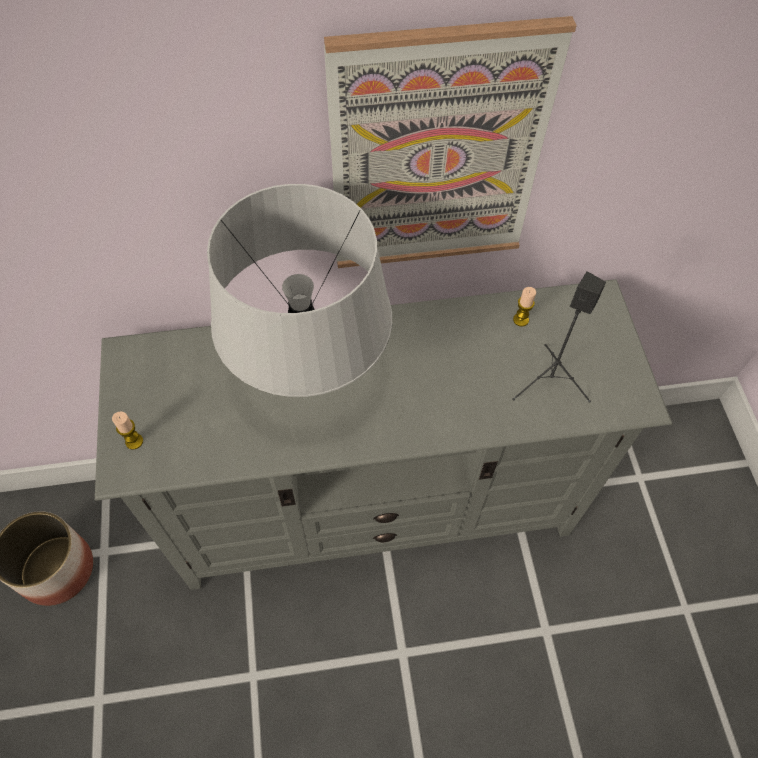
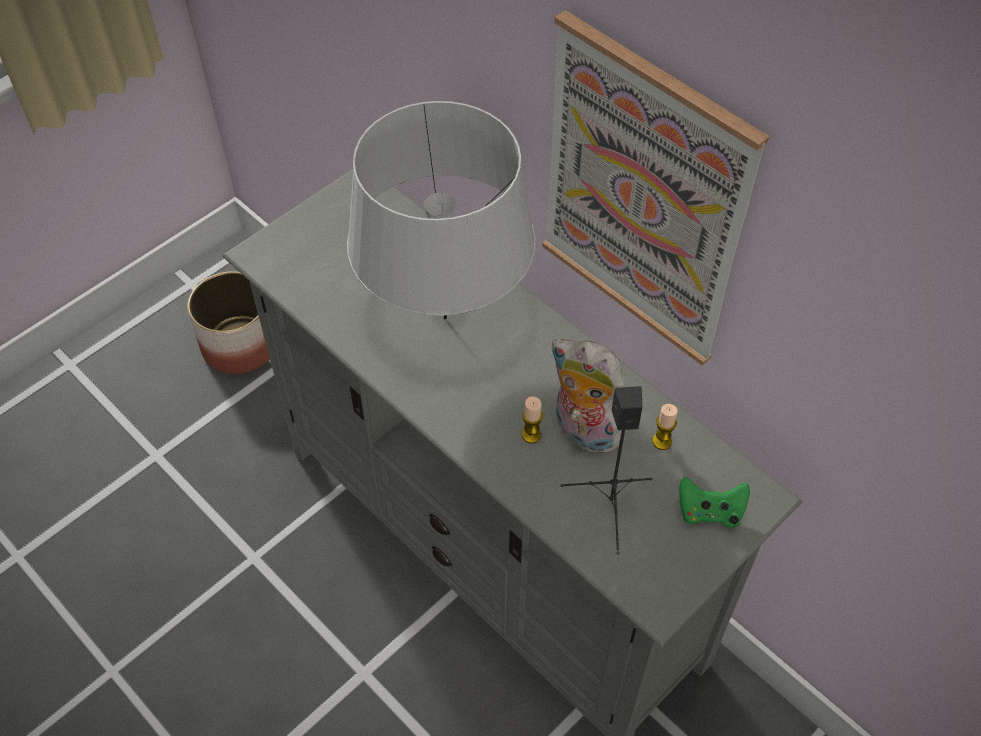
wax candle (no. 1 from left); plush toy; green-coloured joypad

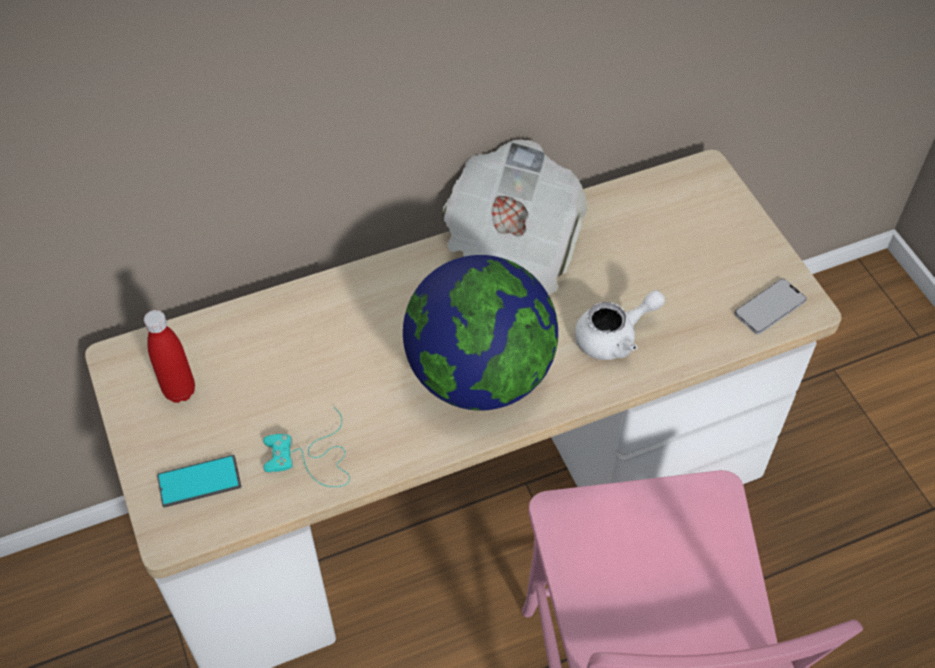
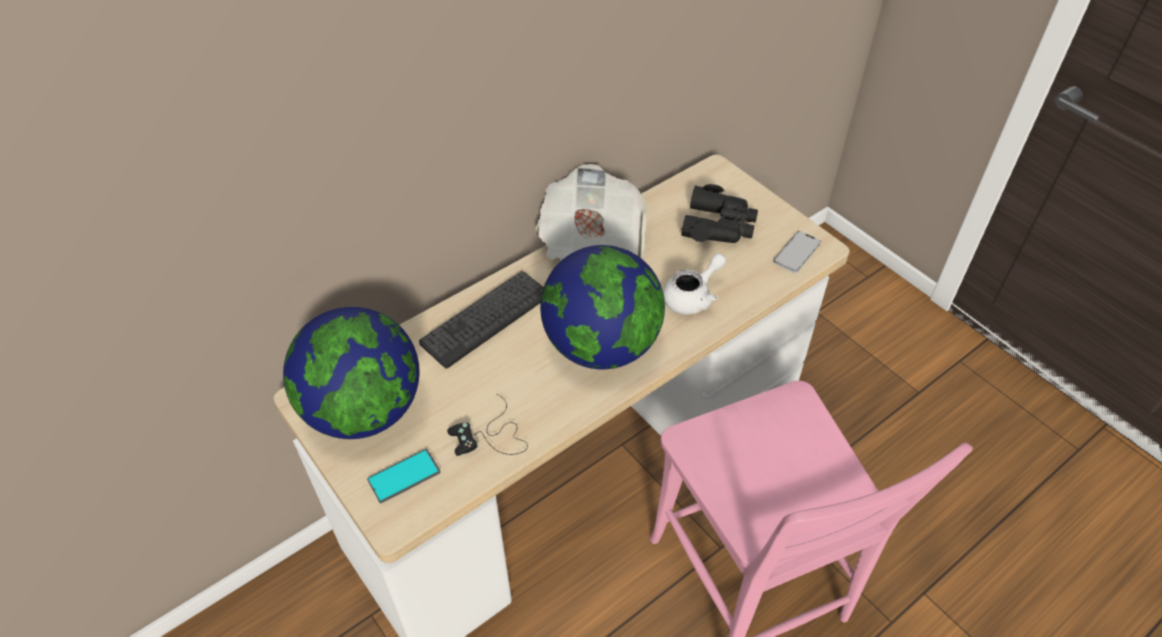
world globe (no. 1 from left); PC keyboard; blackish joypad; blackish pair of binoculars

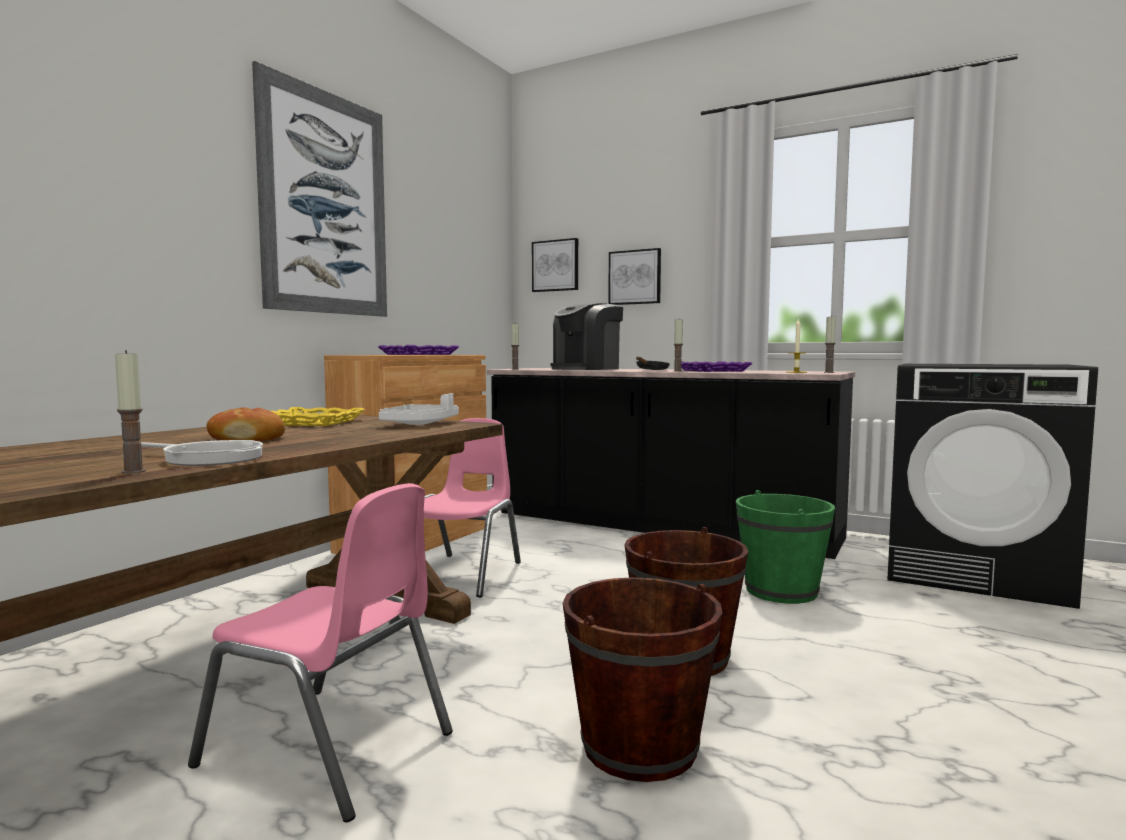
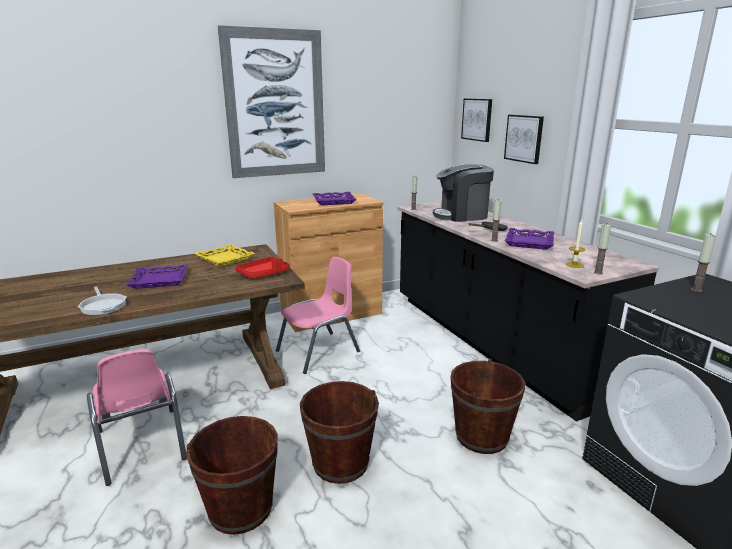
purple carrying tray (no. 1 from left); red carrying tray; brown-coloured pail (no. 3 from left); wax candle (no. 5 from left)

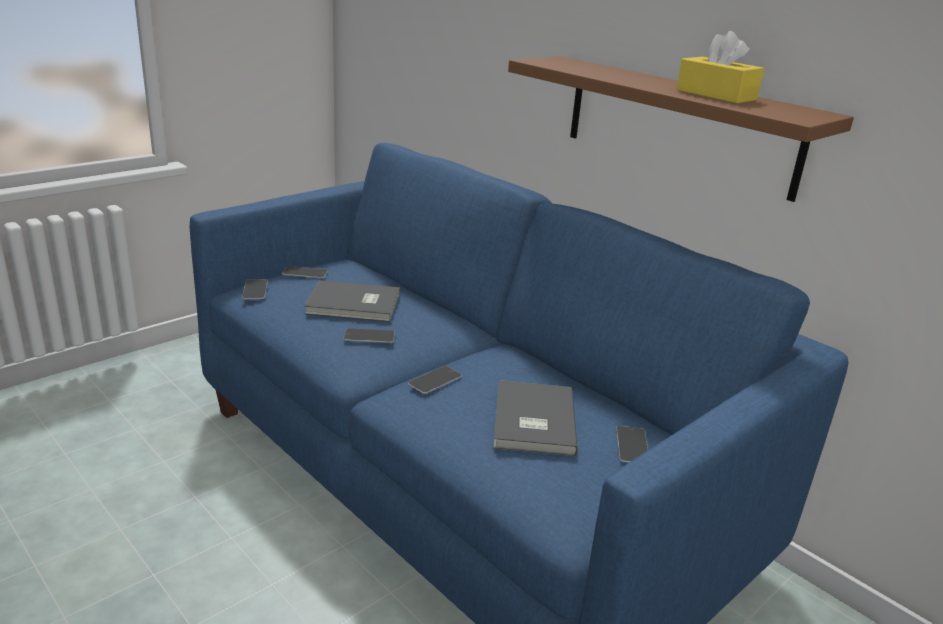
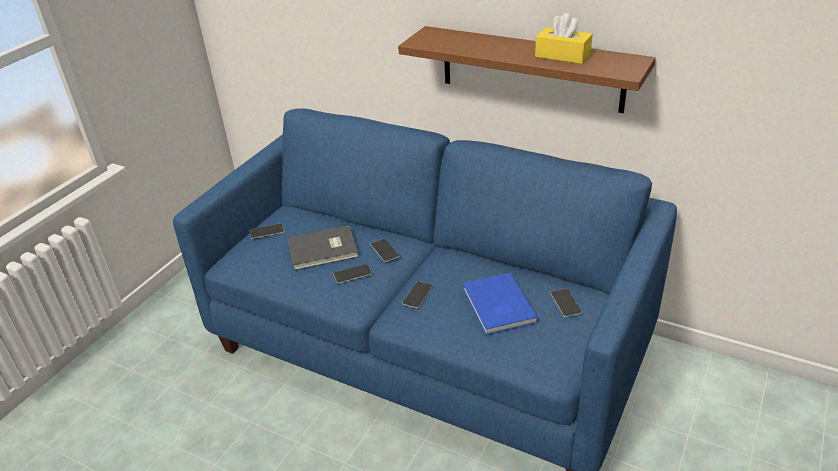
handset (no. 3 from left); blue-coloured bound book

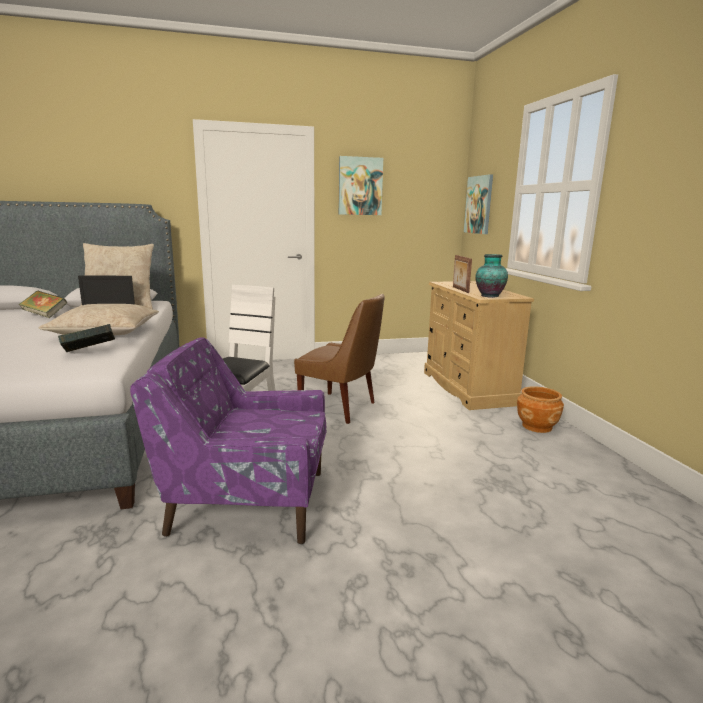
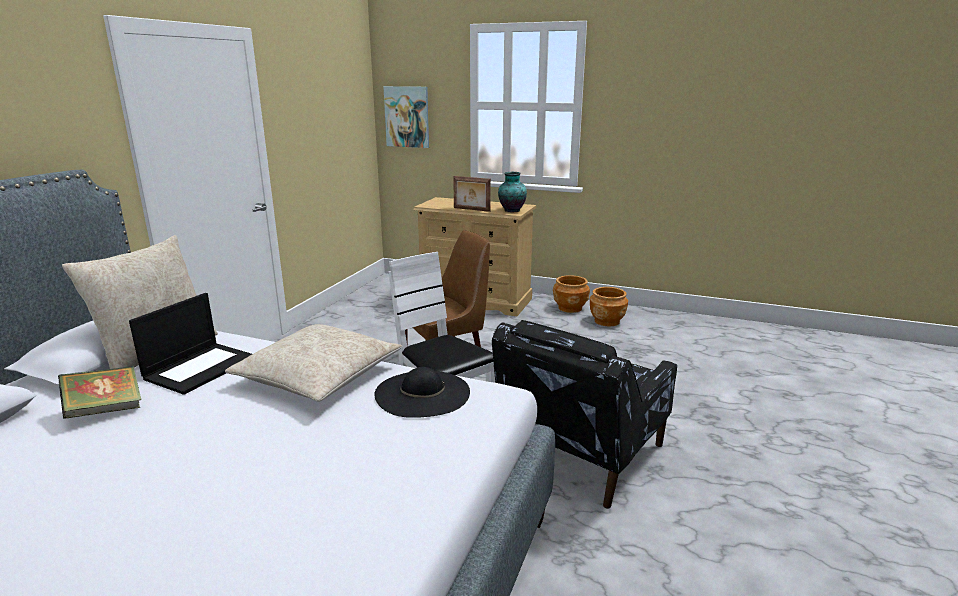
blackish clothing hat; blackish easy chair; brown-coloured planter (no. 2 from left); picture (no. 1 from left in the first image)

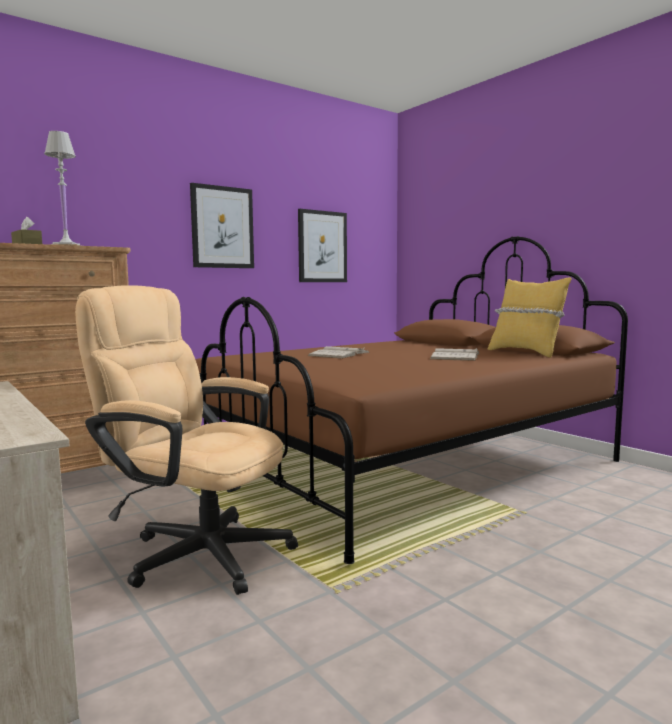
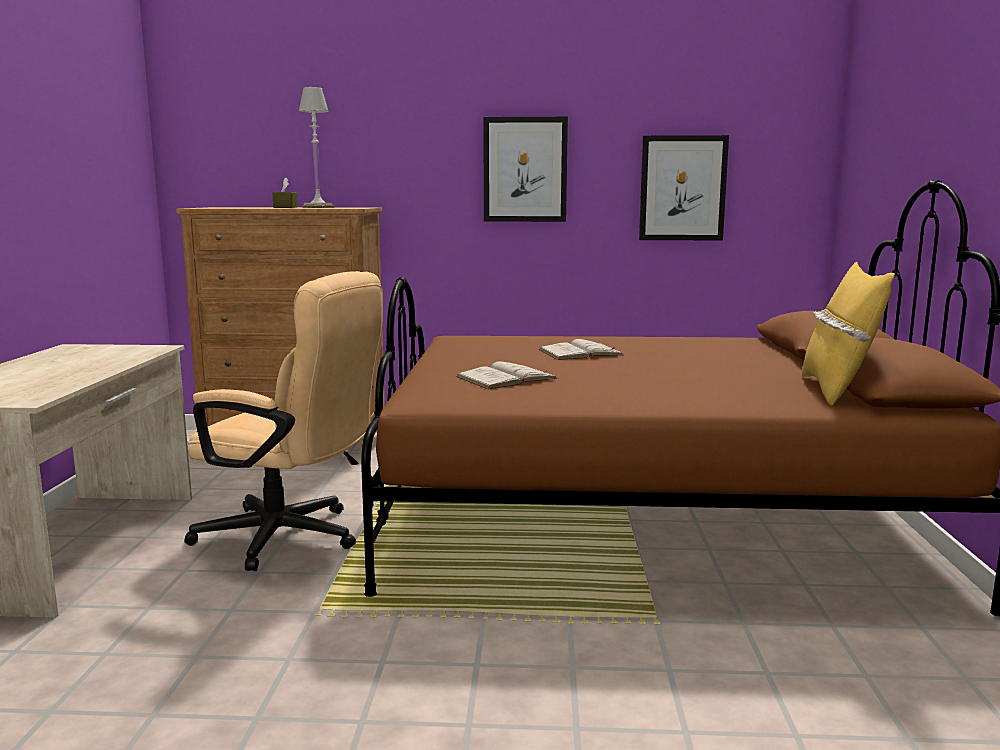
sand-coloured desk chair; white bound book (no. 1 from left)

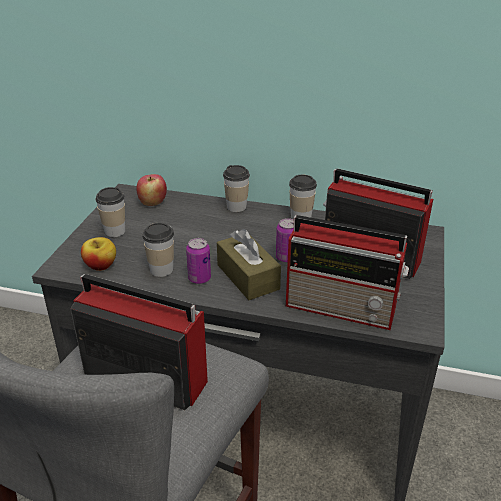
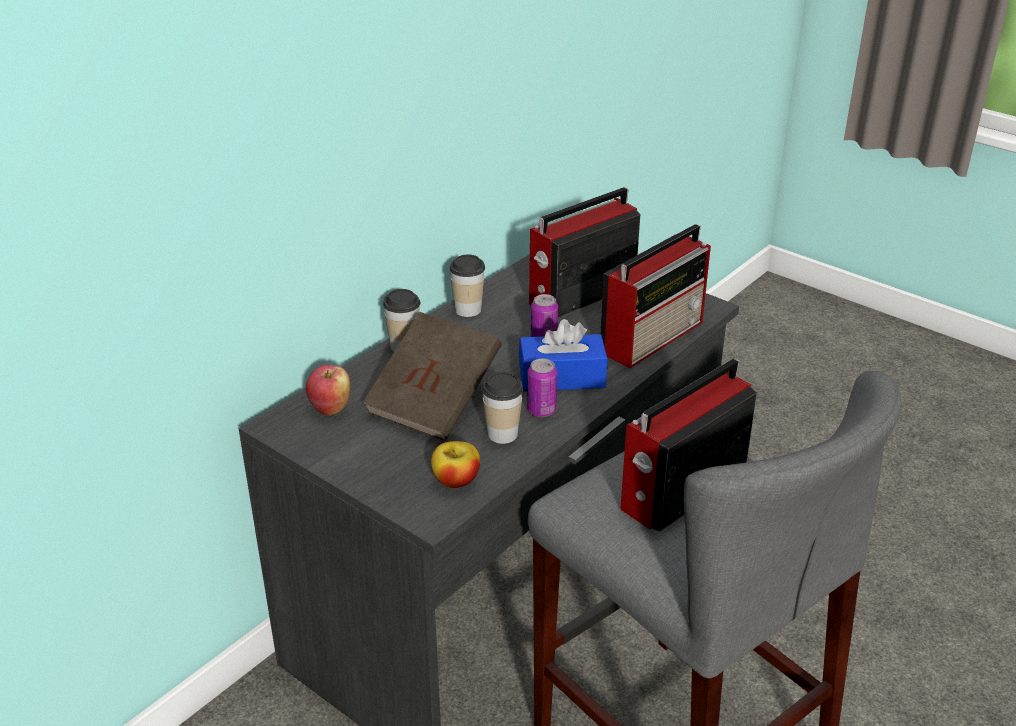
brown-coloured bound book; blue-coloured tissue box; drinking cup (no. 1 from left in the first image)

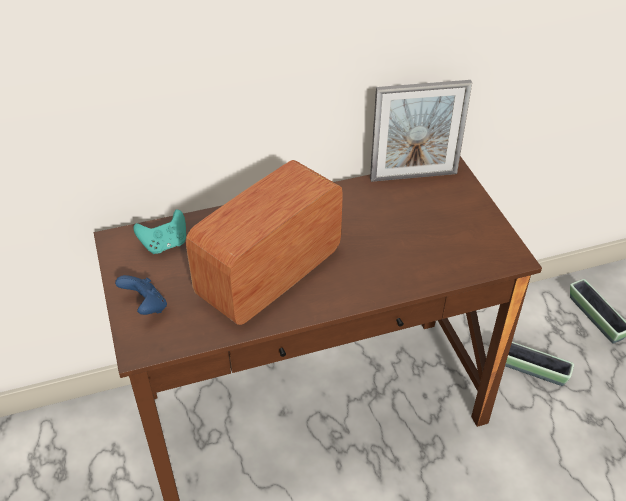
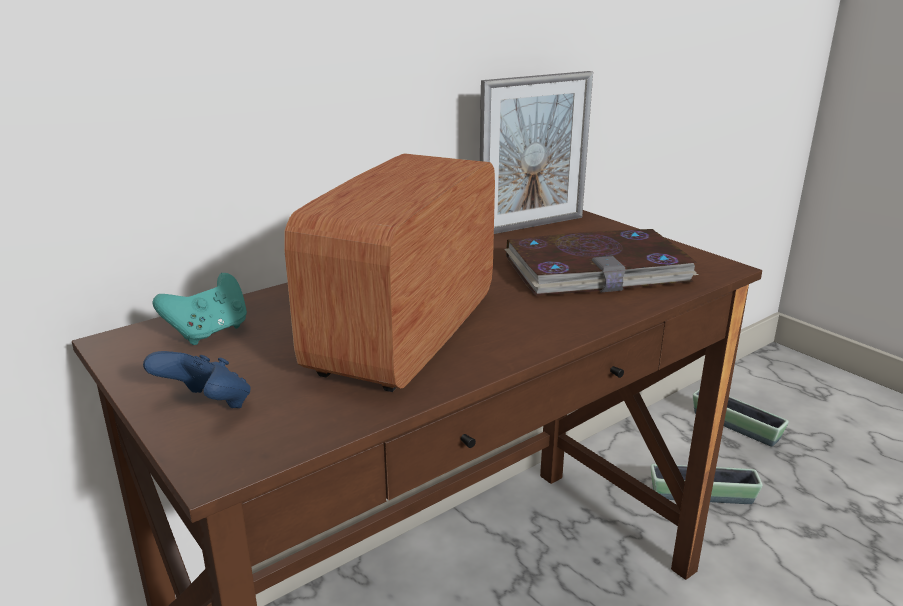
bound book

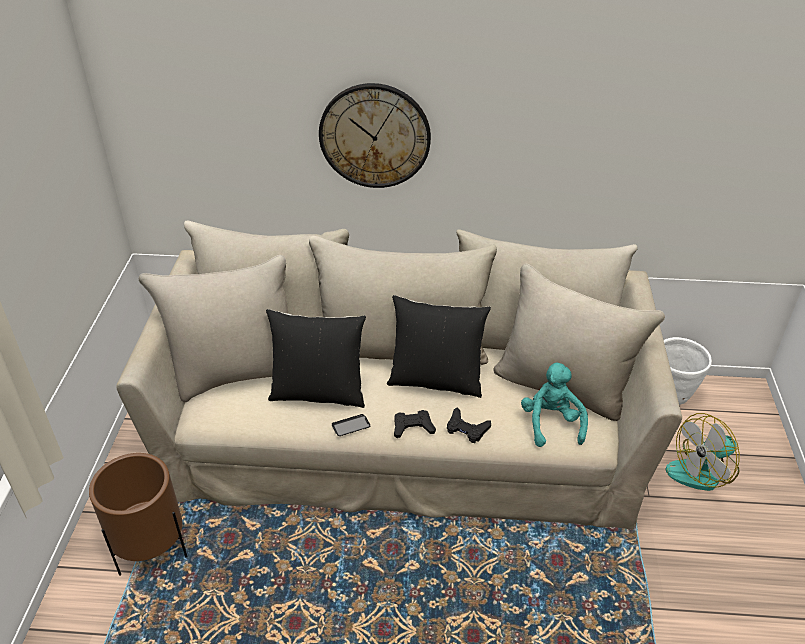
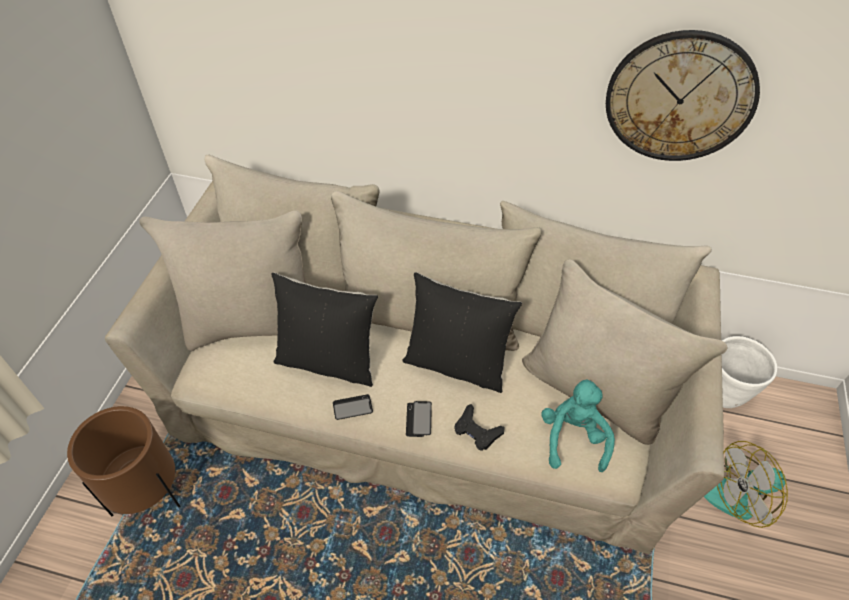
handset (no. 2 from left); hanging clock

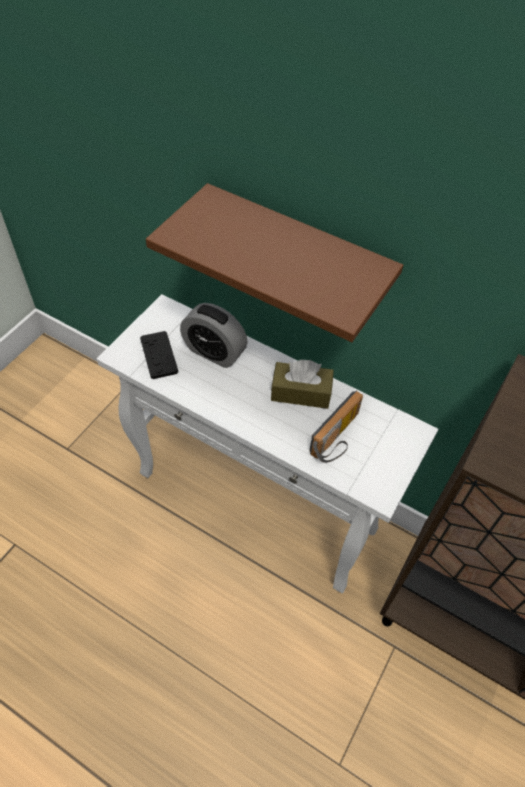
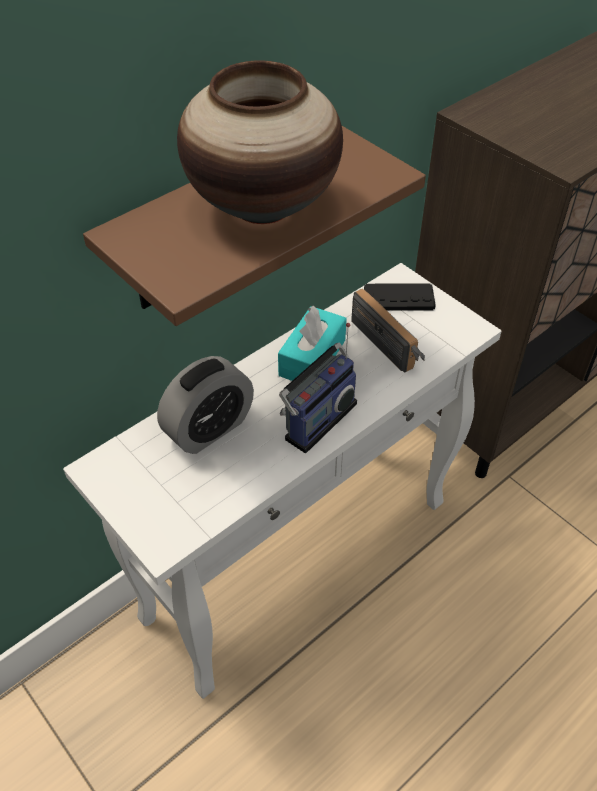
decorative vase; turquoise-coloured tissue box; radio set (no. 1 from left); blackish joypad

